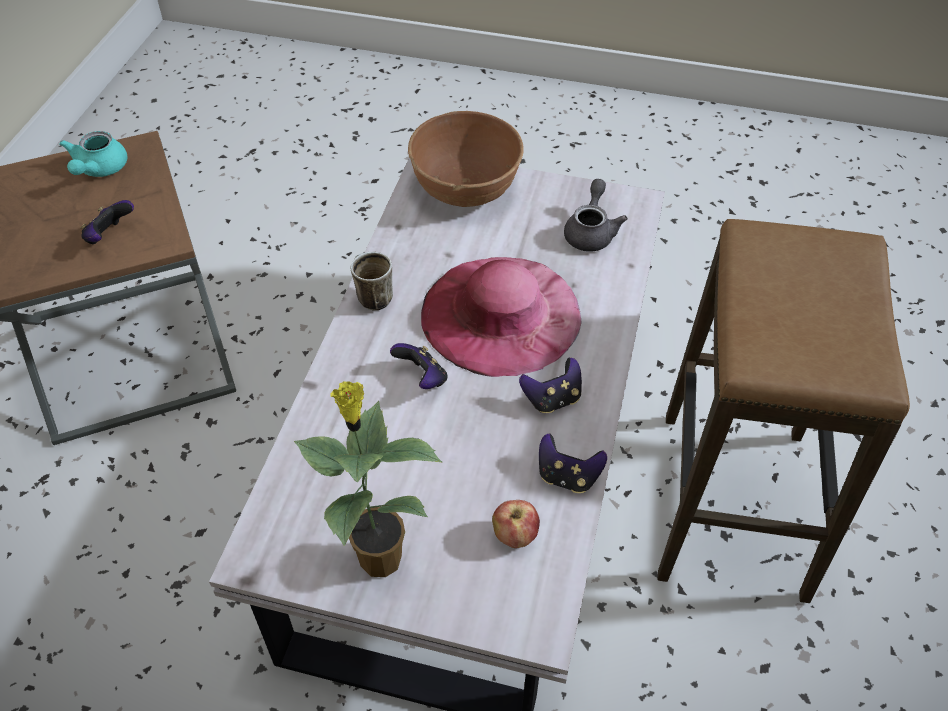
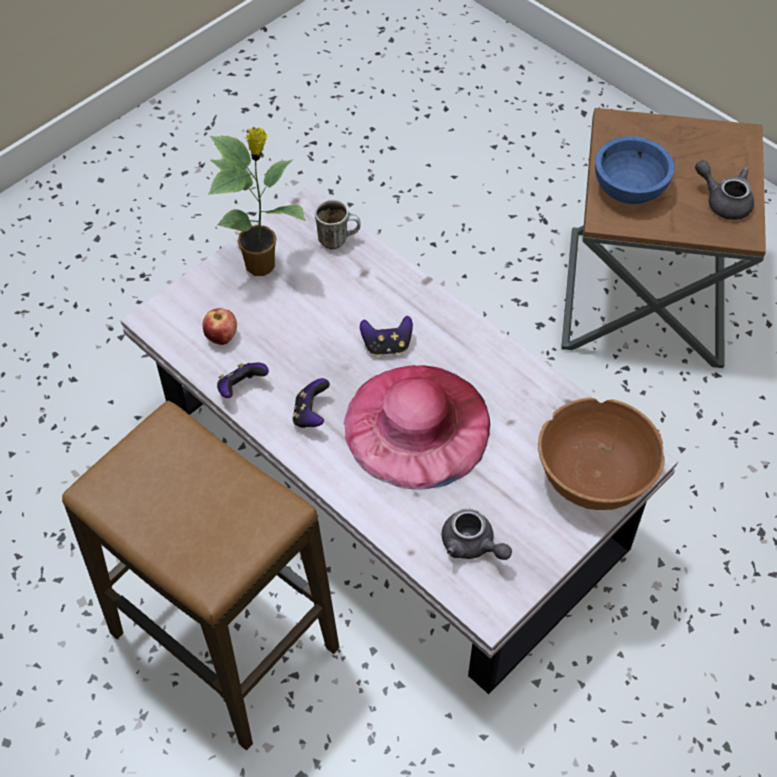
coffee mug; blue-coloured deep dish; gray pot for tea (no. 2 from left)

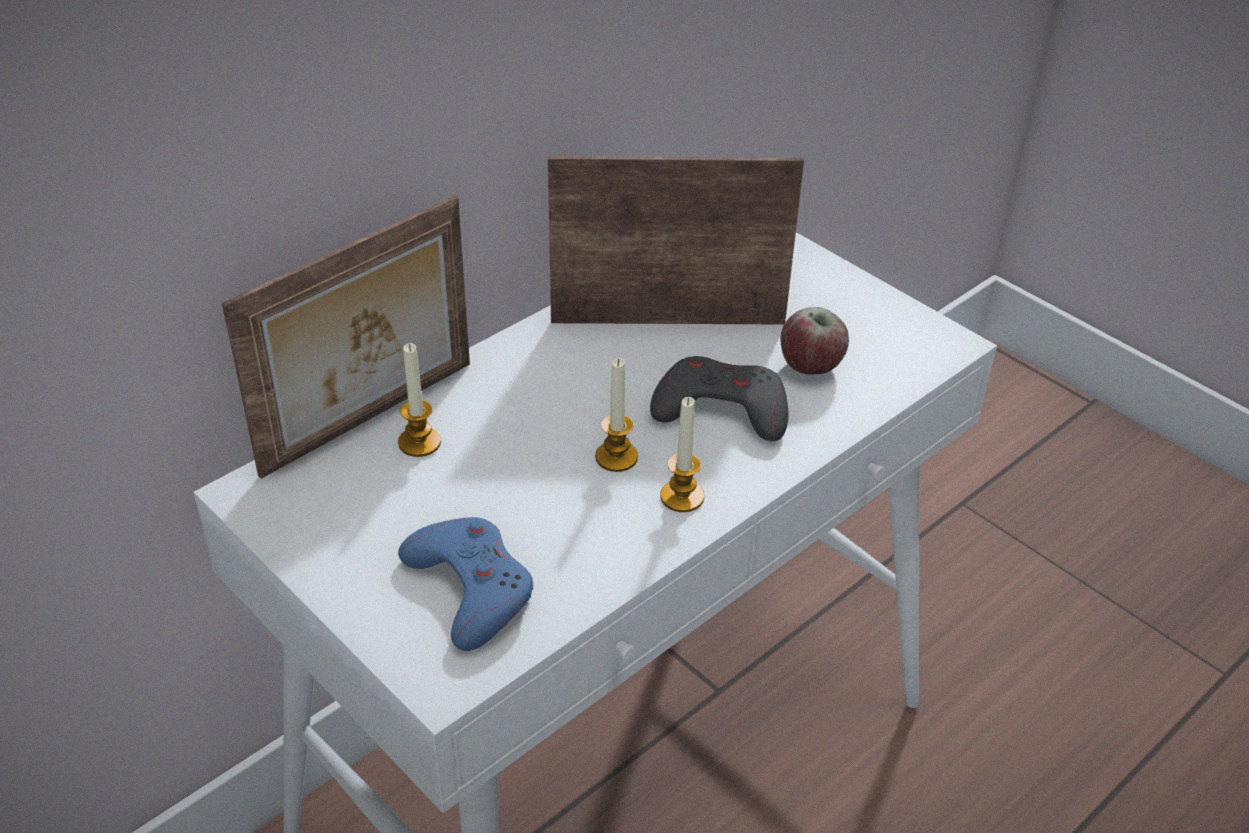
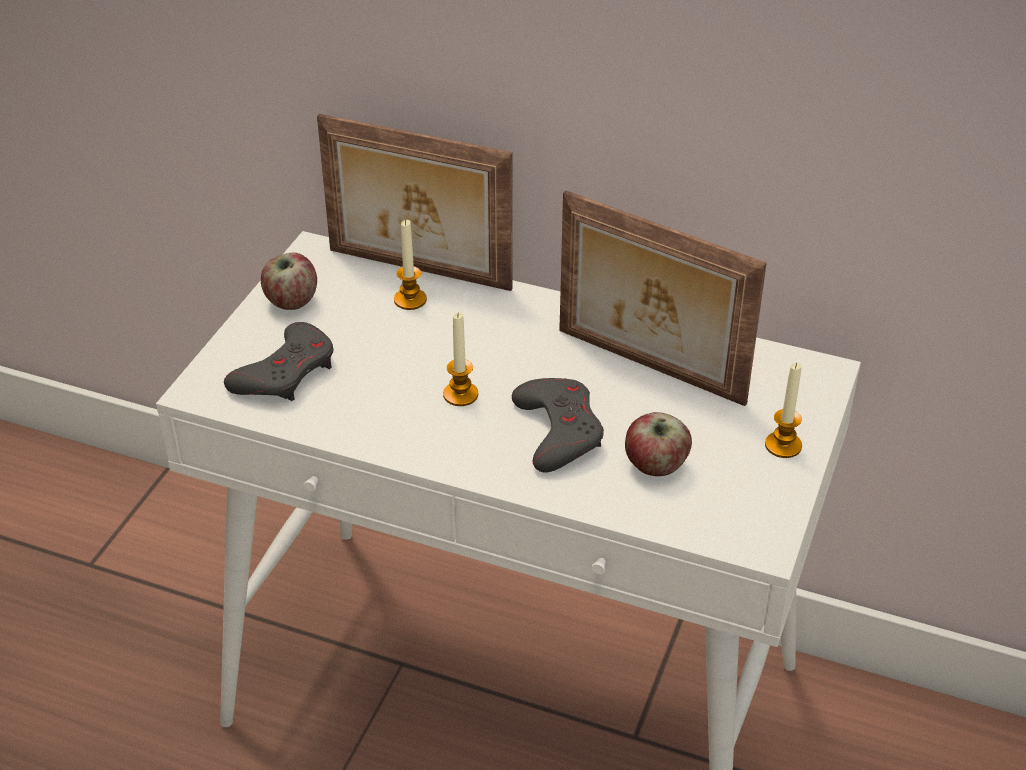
gray joypad (no. 1 from left); apple (no. 1 from left); photo frame (no. 2 from left); wax candle (no. 3 from left)

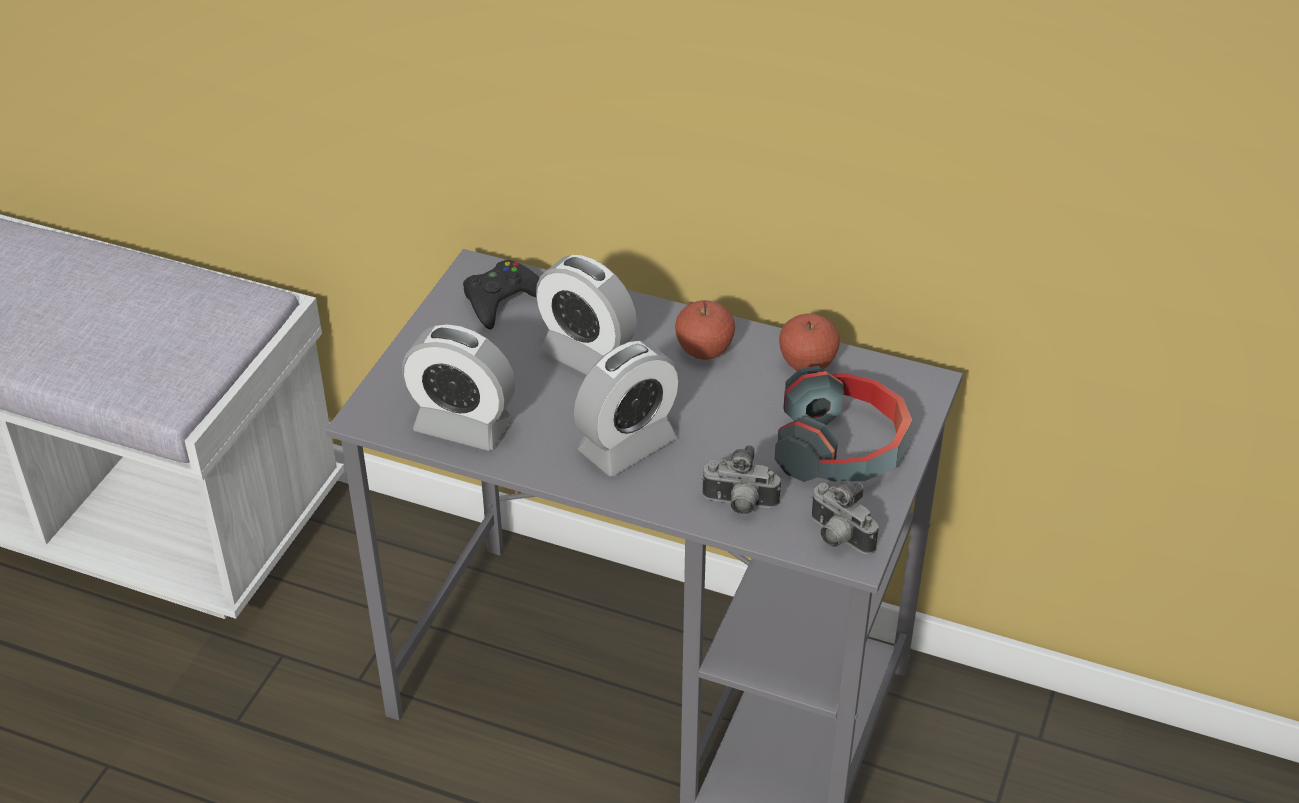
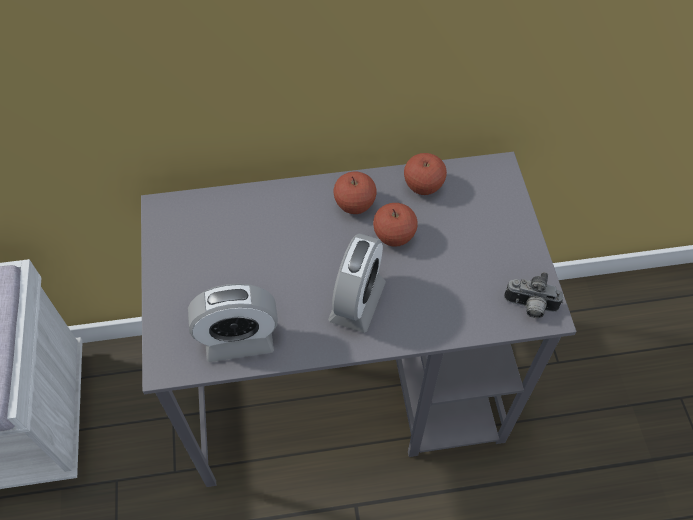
apple (no. 2 from left); blackish joypad; bedside clock (no. 2 from left in the first image); photo camera (no. 1 from left in the first image); headphones

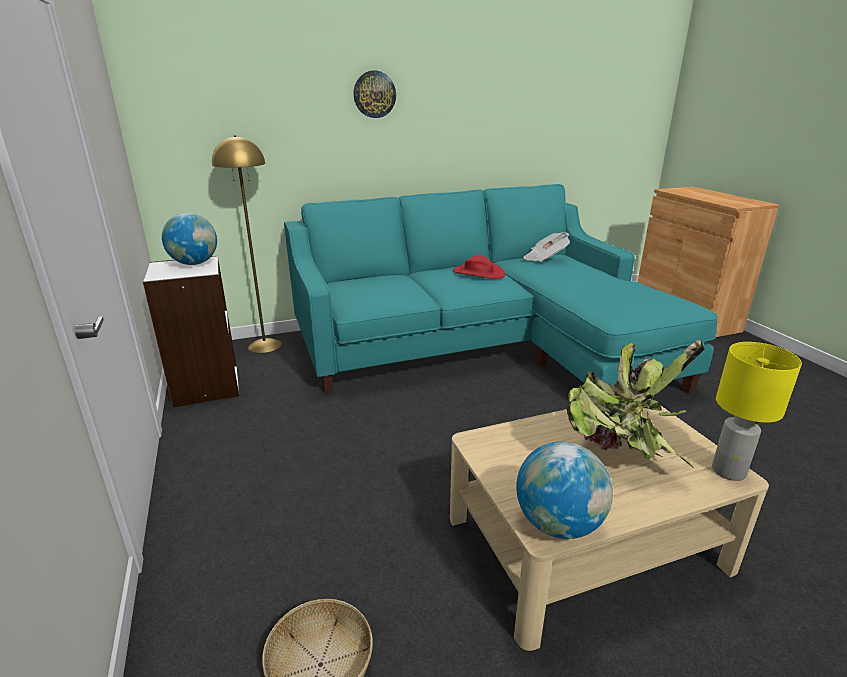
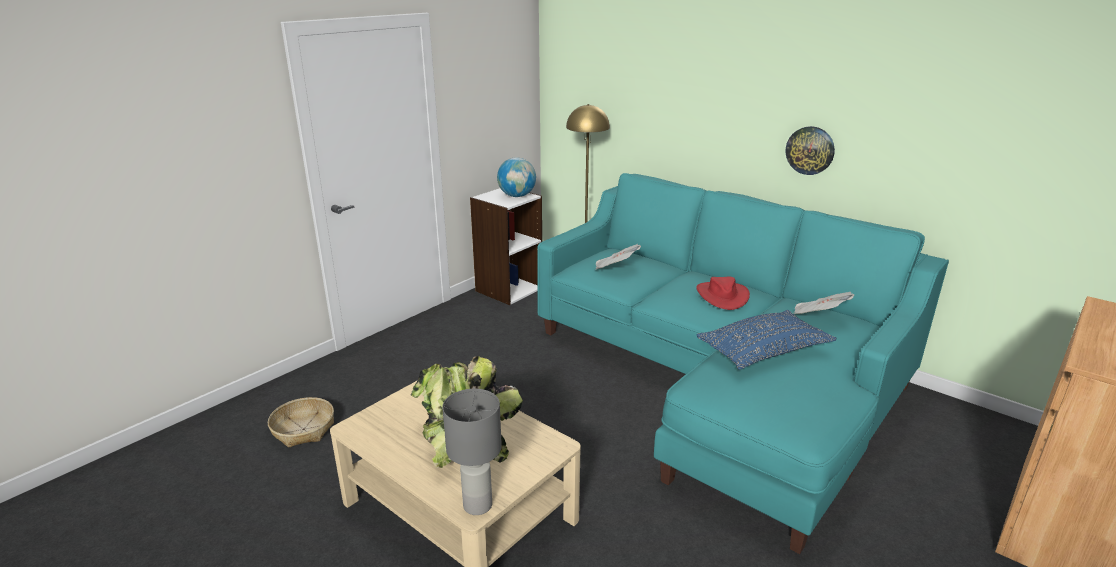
gray lamp for a table; printed paper (no. 1 from left); blue-coloured pillow; hanging clock; world globe (no. 2 from left in the first image)

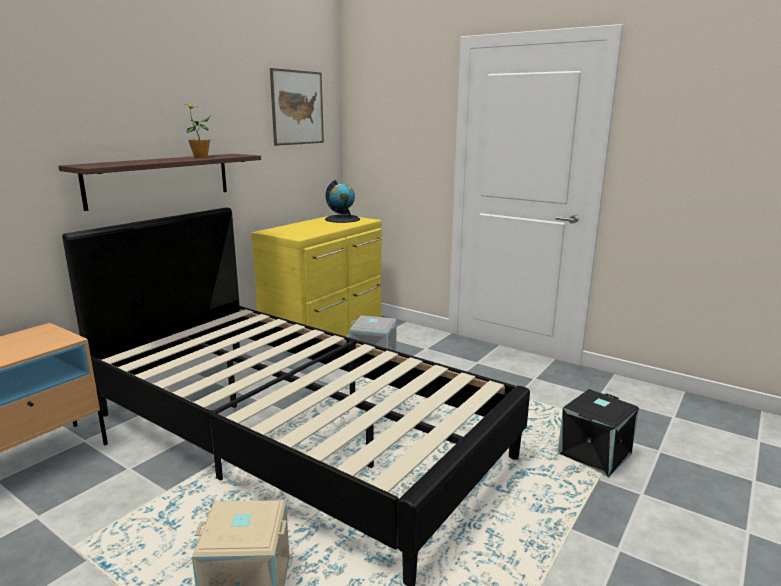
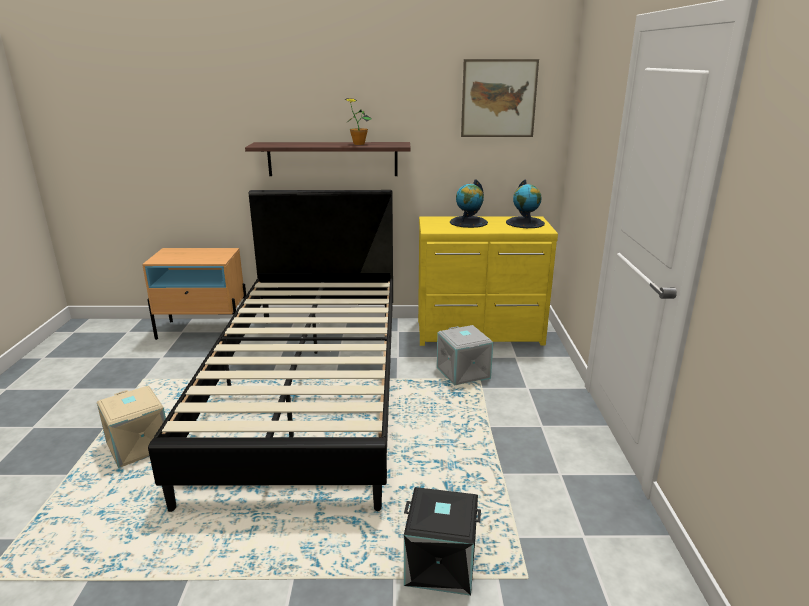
world globe (no. 1 from left)

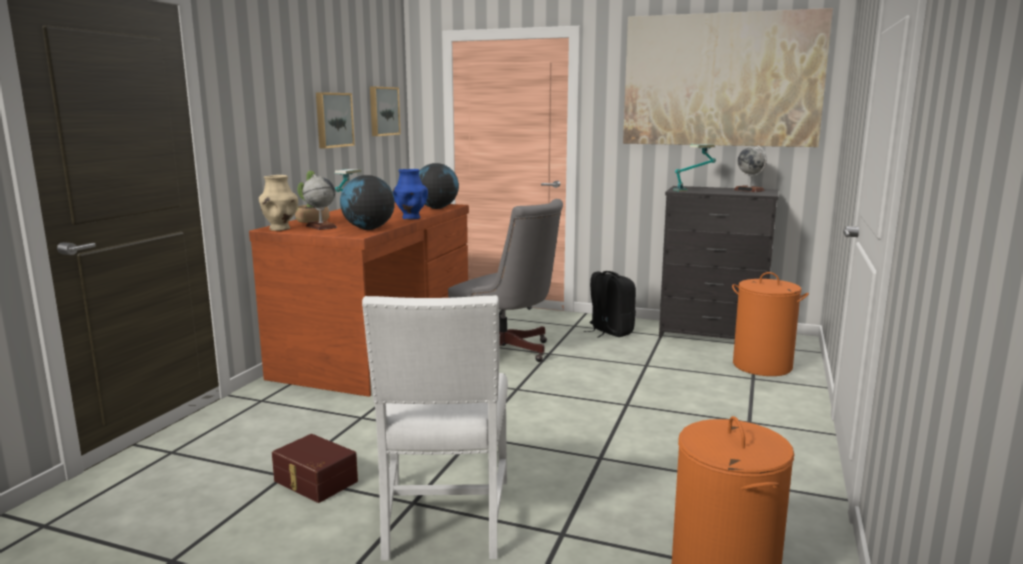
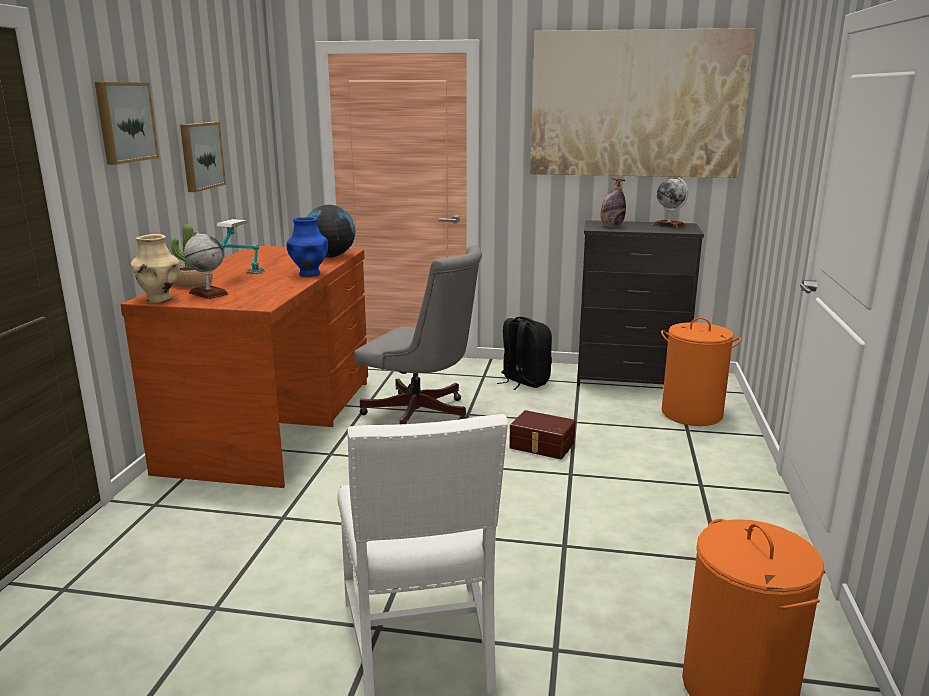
picture (no. 1 from left); brown-coloured storage bin; beverage bottle; world globe (no. 2 from left in the first image)

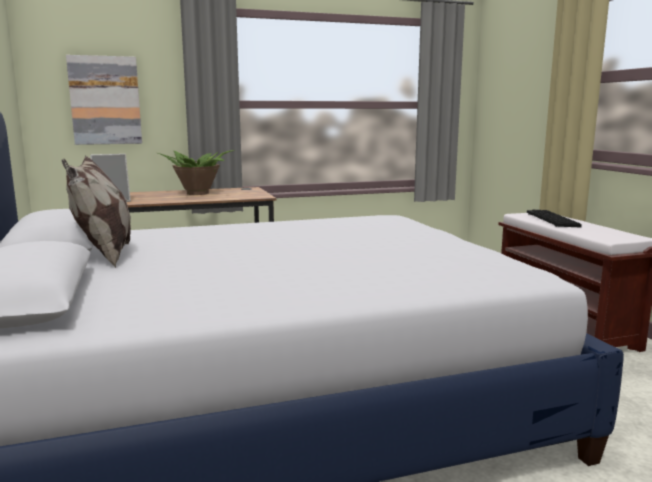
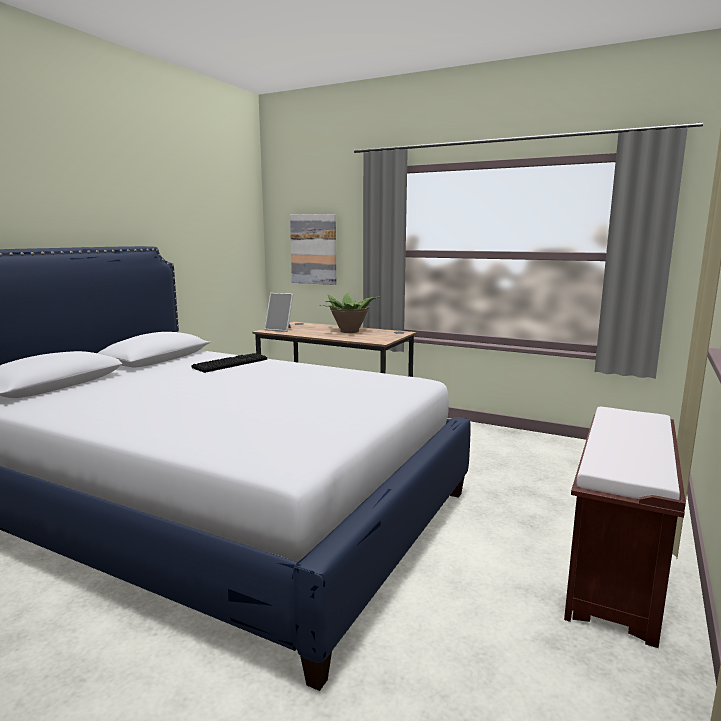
PC keyboard; pillow

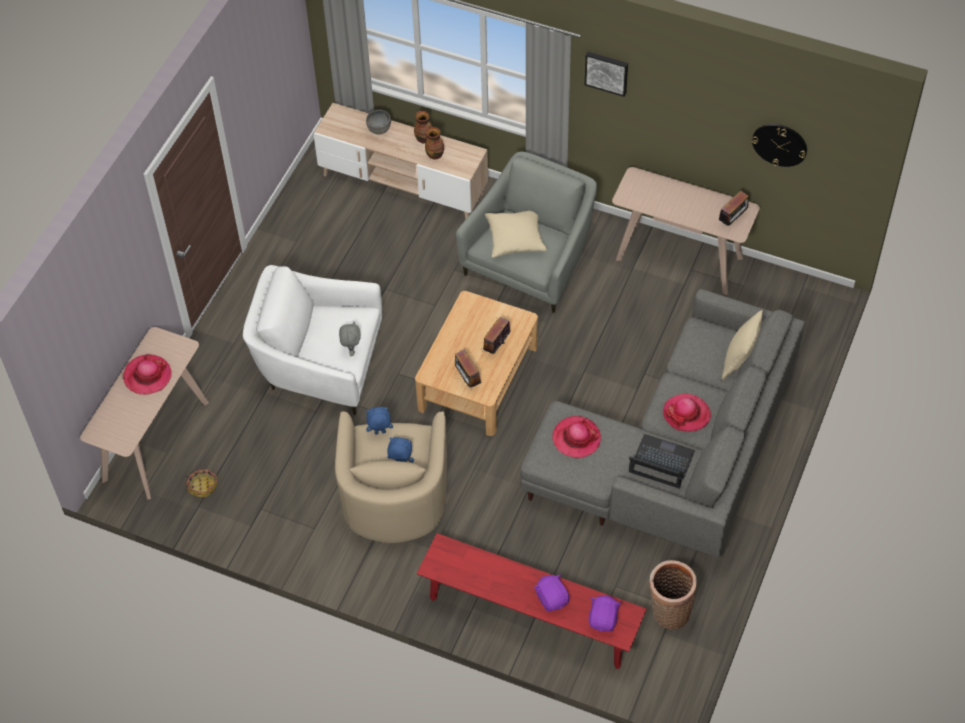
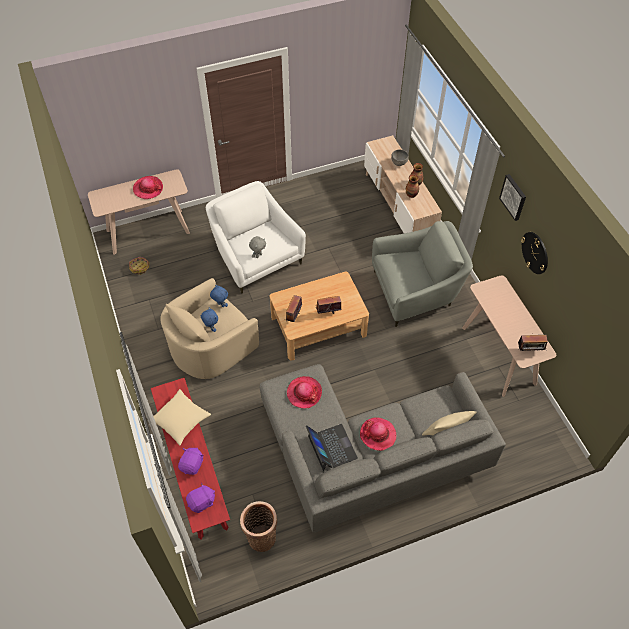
sand-coloured pillow (no. 1 from left); hanging clock

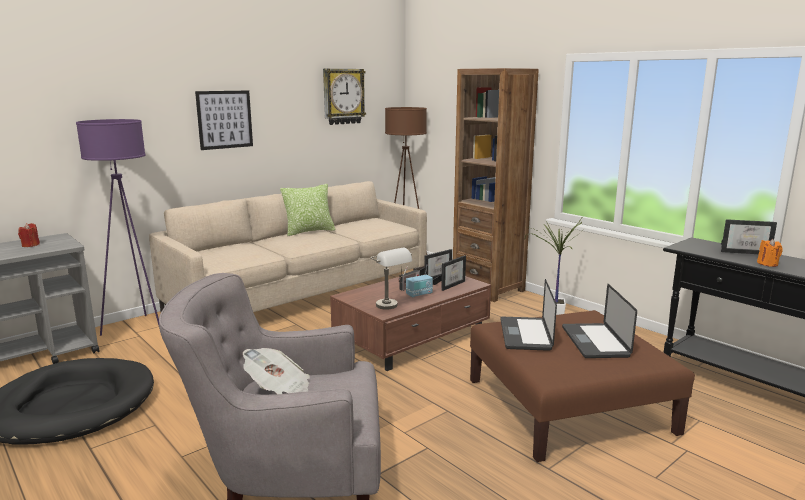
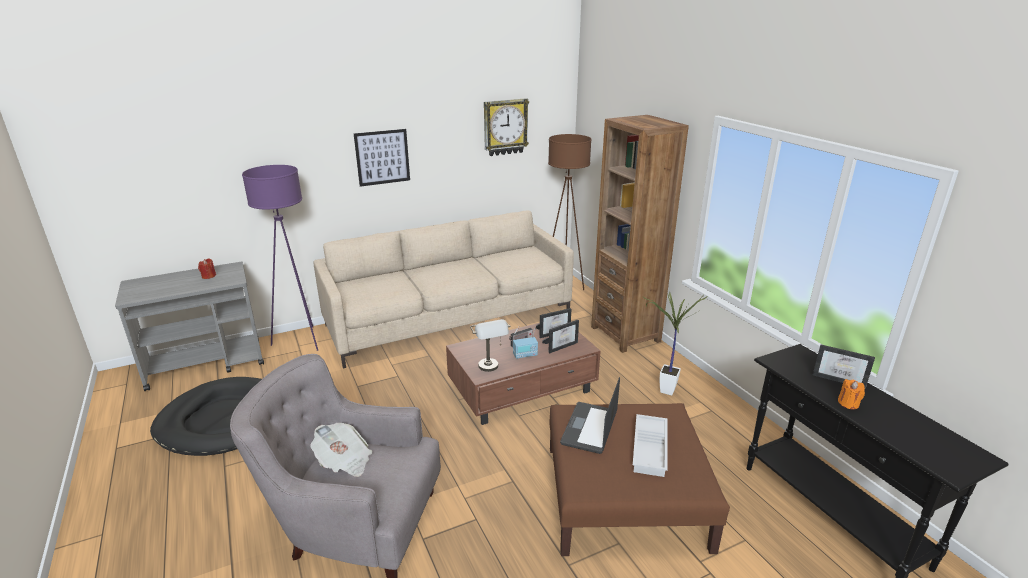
white carrying tray; pillow

